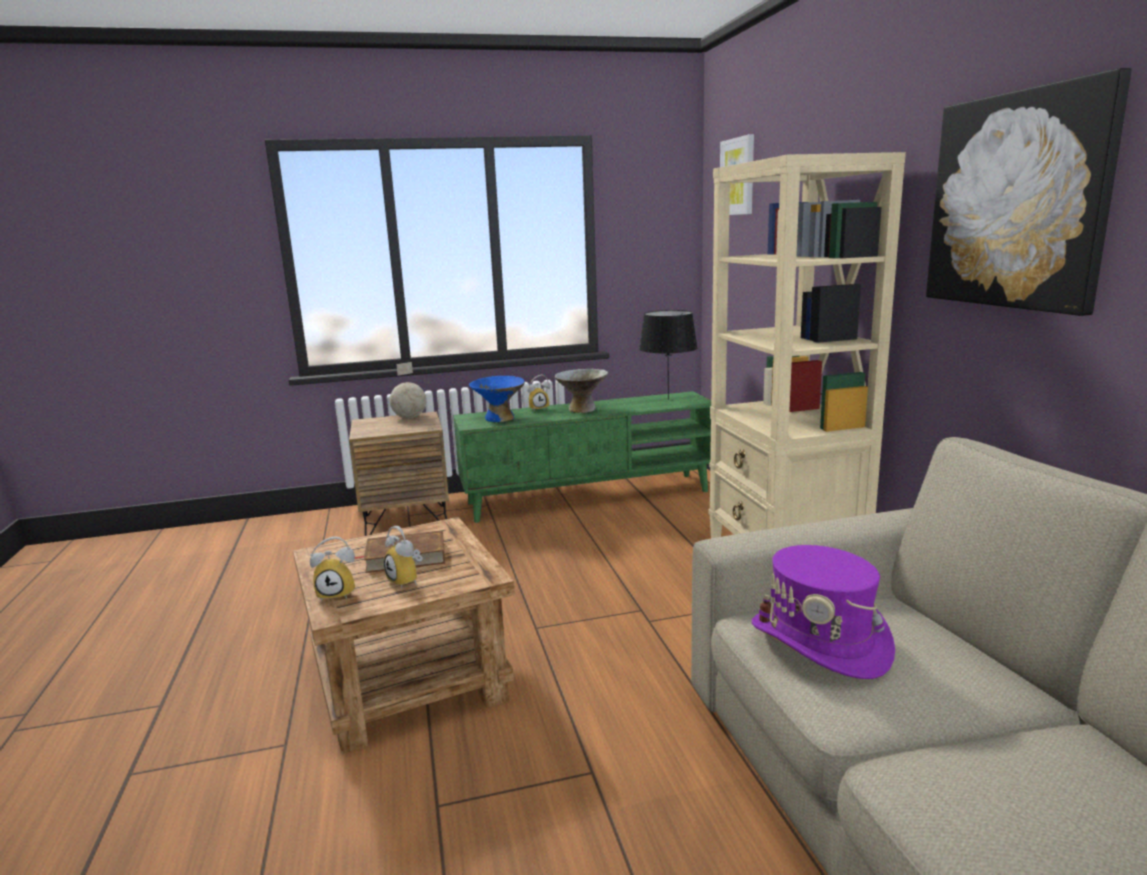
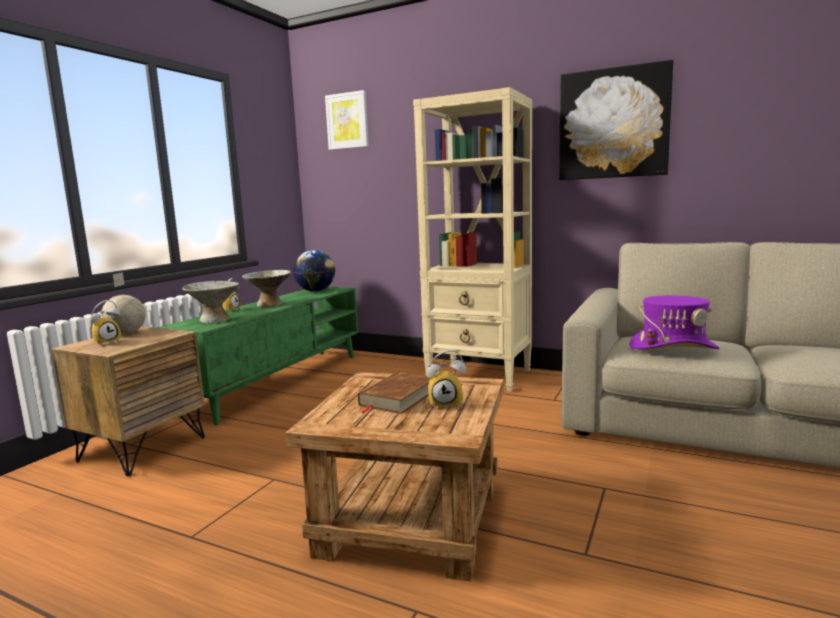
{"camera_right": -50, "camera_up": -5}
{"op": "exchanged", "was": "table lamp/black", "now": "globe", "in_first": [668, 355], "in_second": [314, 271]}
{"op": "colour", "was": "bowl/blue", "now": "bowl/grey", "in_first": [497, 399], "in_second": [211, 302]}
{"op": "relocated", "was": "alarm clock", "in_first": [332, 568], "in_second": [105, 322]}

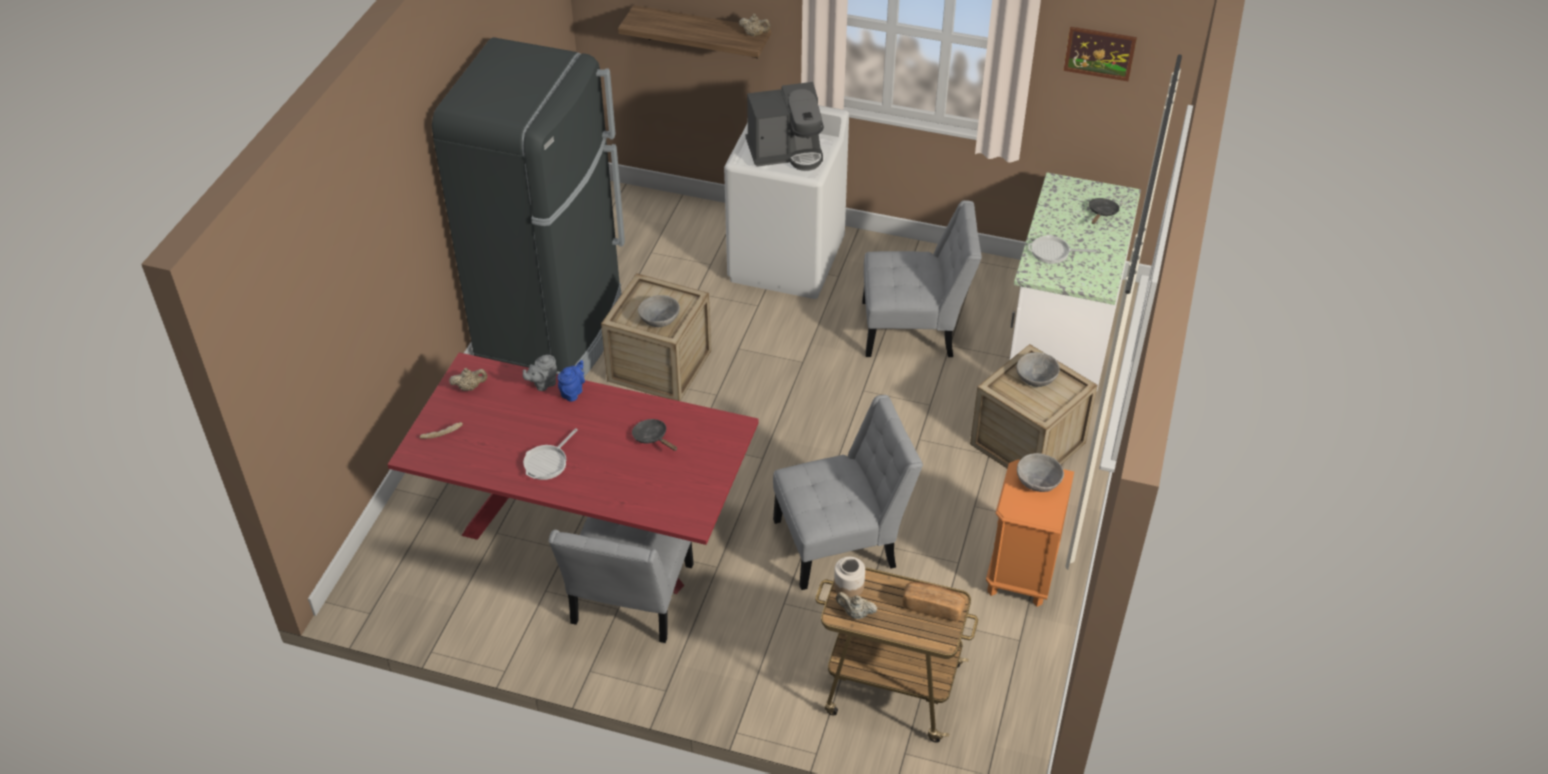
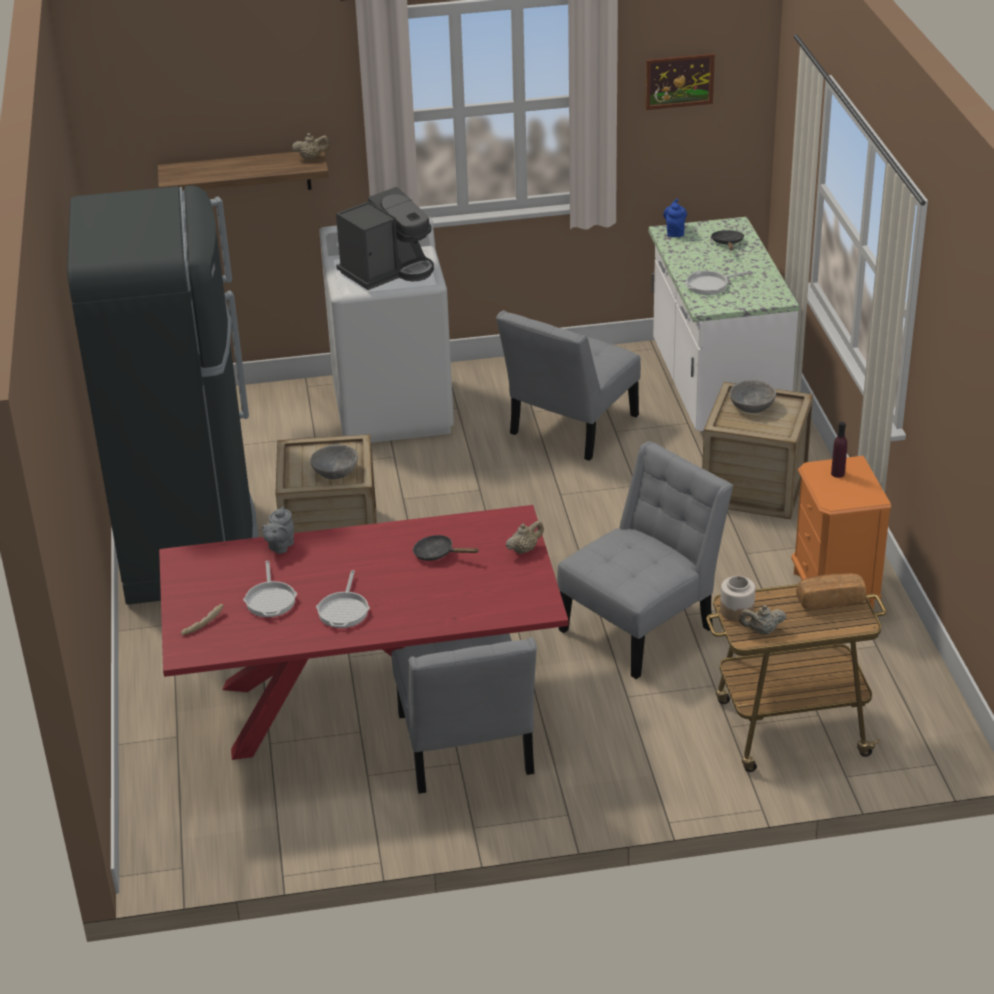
{"camera_right": -25, "camera_up": -10}
{"op": "spun", "was": "chair/grey", "in_first": [922, 278], "in_second": [568, 385], "clockwise": 150}
{"op": "relocated", "was": "teapot/blue", "in_first": [571, 381], "in_second": [675, 218]}
{"op": "relocated", "was": "teapot/beige", "in_first": [468, 379], "in_second": [525, 537]}
{"op": "exchanged", "was": "bowl/grey", "now": "bottle/purple", "in_first": [1040, 472], "in_second": [839, 450]}
{"op": "appeared", "now": "frying pan", "in_second": [270, 589]}

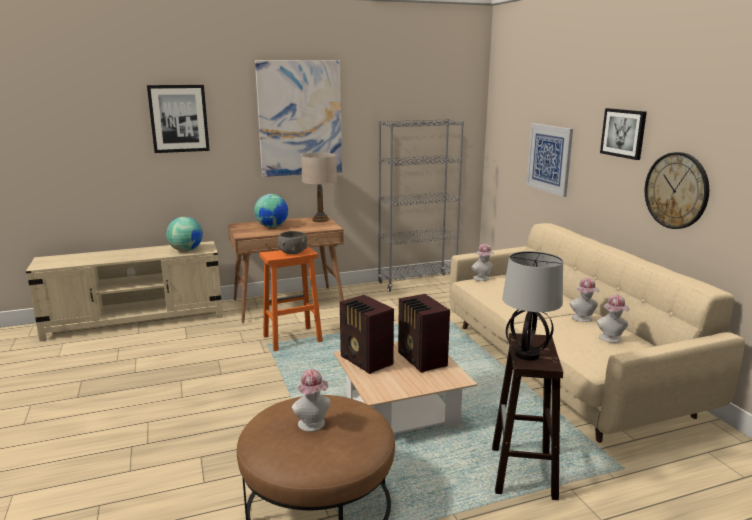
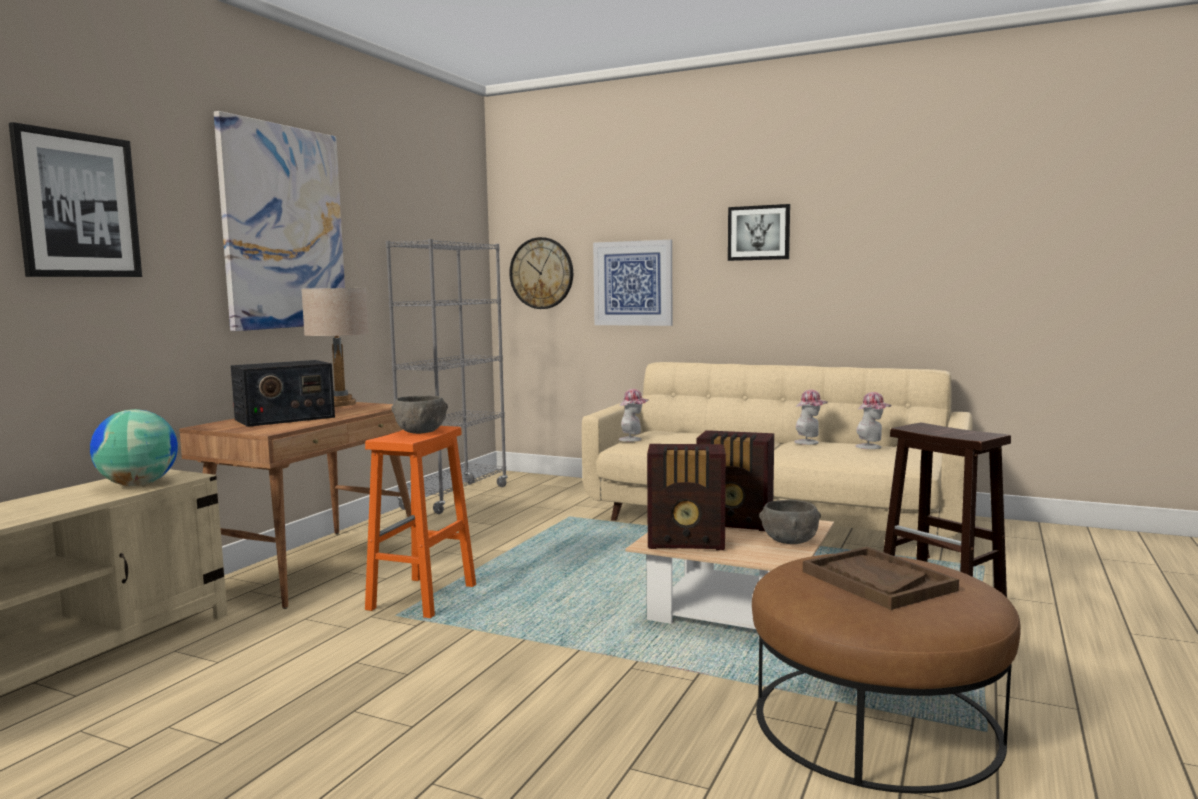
{"camera_right": -45, "camera_up": -10}
{"op": "relocated", "was": "wall clock", "in_first": [677, 190], "in_second": [541, 273]}
{"op": "exchanged", "was": "globe", "now": "radio", "in_first": [271, 210], "in_second": [283, 393]}
{"op": "missing", "was": "table lamp", "in_first": [532, 306]}
{"op": "exchanged", "was": "hat", "now": "tray/brown", "in_first": [311, 400], "in_second": [881, 578]}
{"op": "appeared", "now": "bowl/grey", "in_second": [790, 522]}

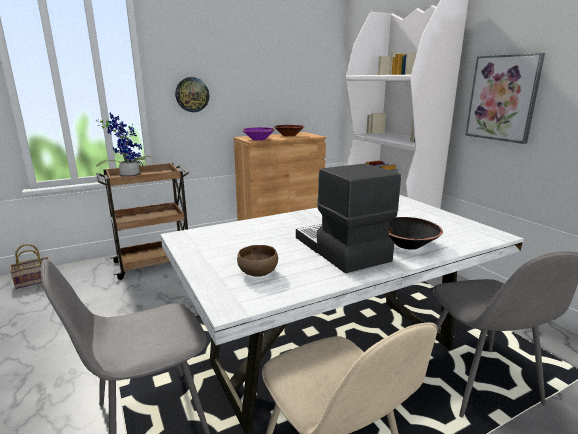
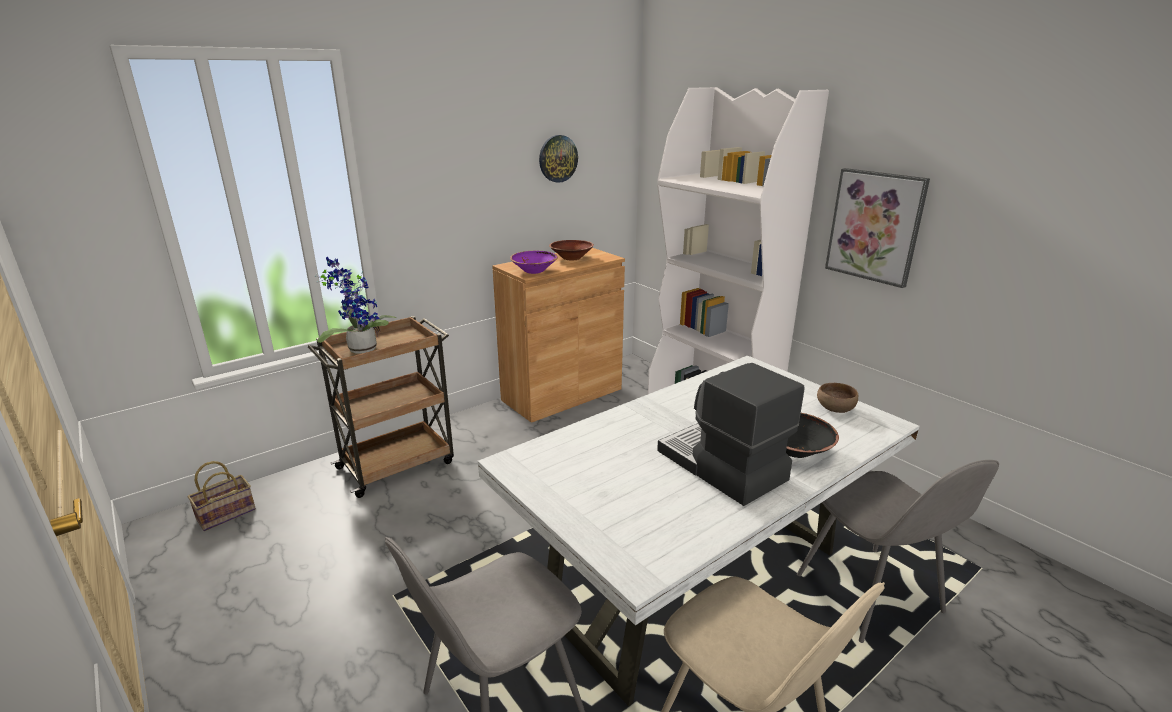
{"camera_right": -10, "camera_up": 5}
{"op": "relocated", "was": "wall clock", "in_first": [192, 94], "in_second": [558, 159]}
{"op": "relocated", "was": "bowl/brown", "in_first": [257, 261], "in_second": [837, 398]}

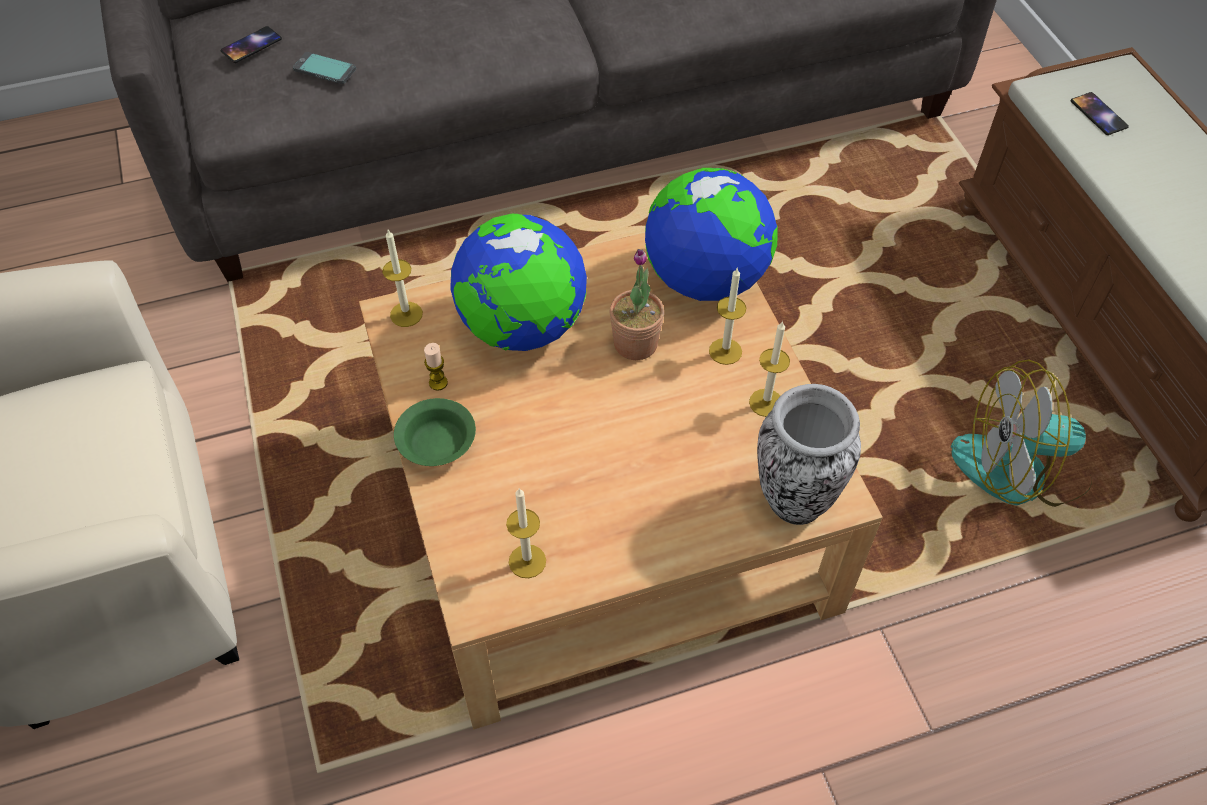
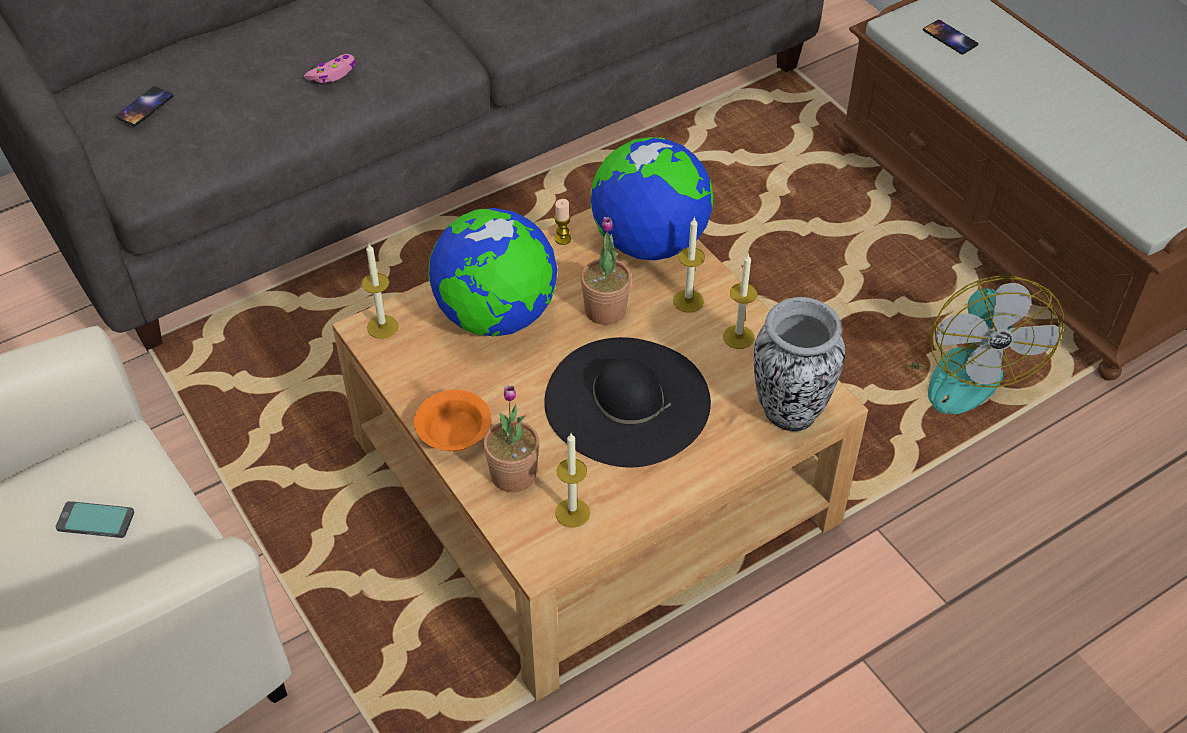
{"camera_right": -15, "camera_up": -5}
{"op": "relocated", "was": "phone", "in_first": [324, 68], "in_second": [95, 519]}
{"op": "relocated", "was": "candle", "in_first": [436, 367], "in_second": [562, 222]}
{"op": "spun", "was": "fan", "in_first": [1021, 433], "in_second": [986, 345], "clockwise": -75}
{"op": "colour", "was": "bowl/green", "now": "bowl/orange", "in_first": [435, 432], "in_second": [452, 420]}
{"op": "appeared", "now": "game controller/pink", "in_second": [330, 68]}
{"op": "appeared", "now": "hat/black", "in_second": [627, 402]}
{"op": "appeared", "now": "potted plant", "in_second": [511, 439]}

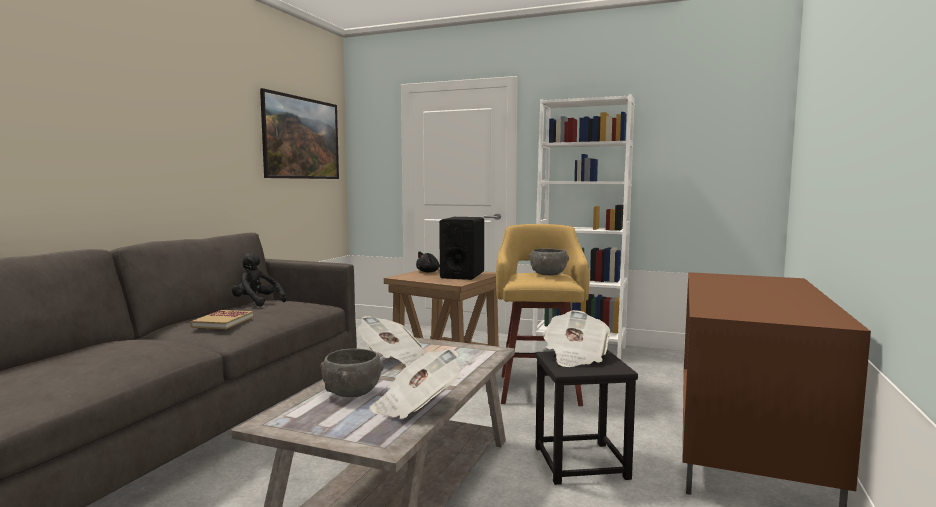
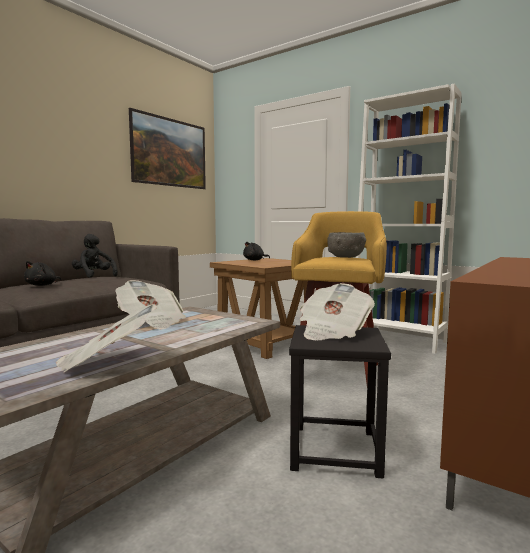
{"camera_right": 15, "camera_up": 0}
{"op": "missing", "was": "speaker/black", "in_first": [461, 248]}
{"op": "exchanged", "was": "book", "now": "plush toy/black", "in_first": [222, 319], "in_second": [42, 273]}
{"op": "missing", "was": "bowl/grey", "in_first": [352, 373]}

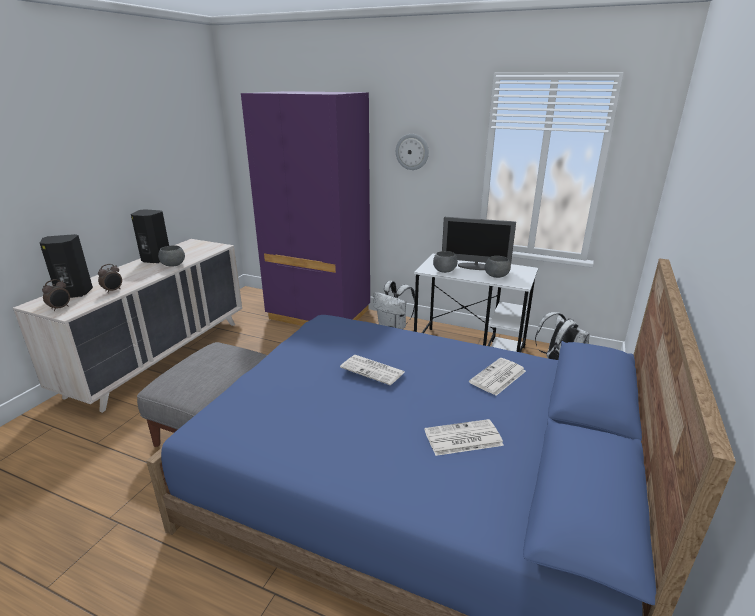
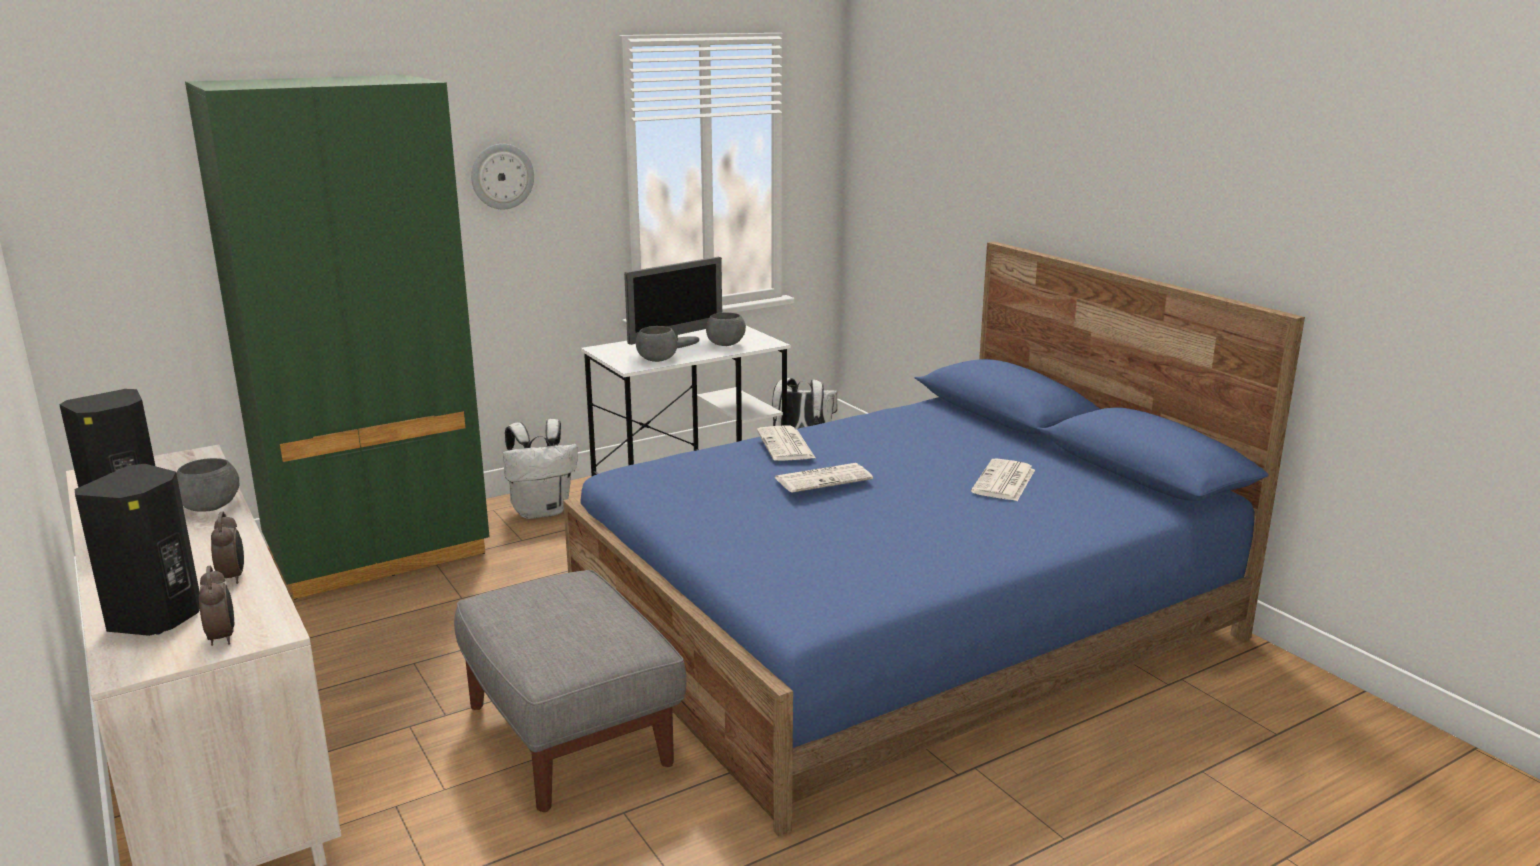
{"camera_right": -55, "camera_up": -5}
{"op": "colour", "was": "wardrobe/purple", "now": "wardrobe/green", "in_first": [305, 208], "in_second": [337, 337]}
{"op": "relocated", "was": "newspaper", "in_first": [497, 377], "in_second": [786, 443]}

